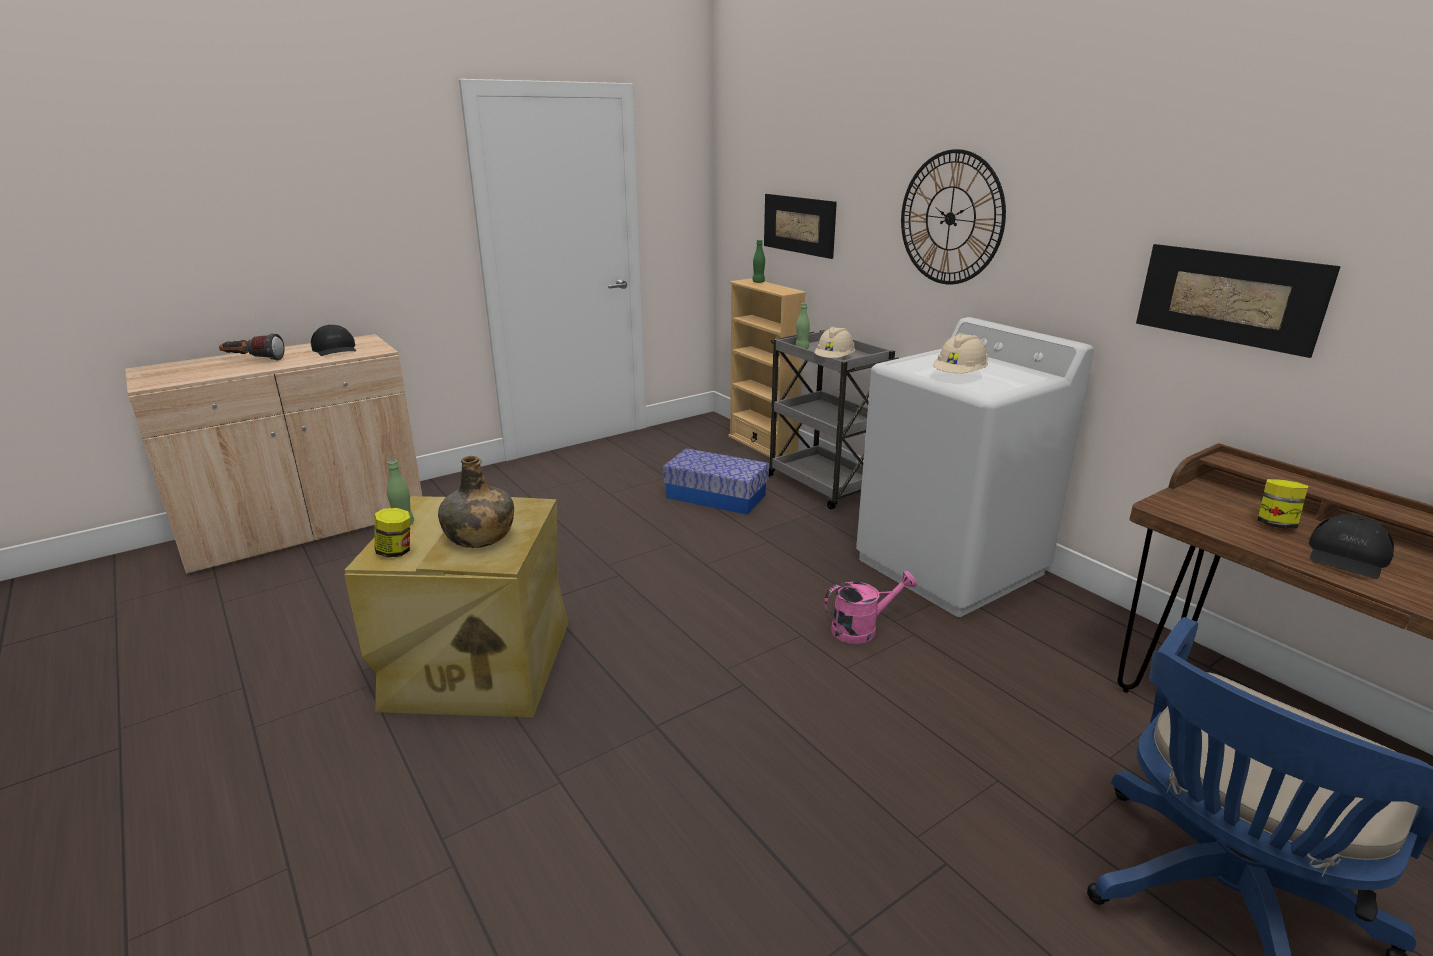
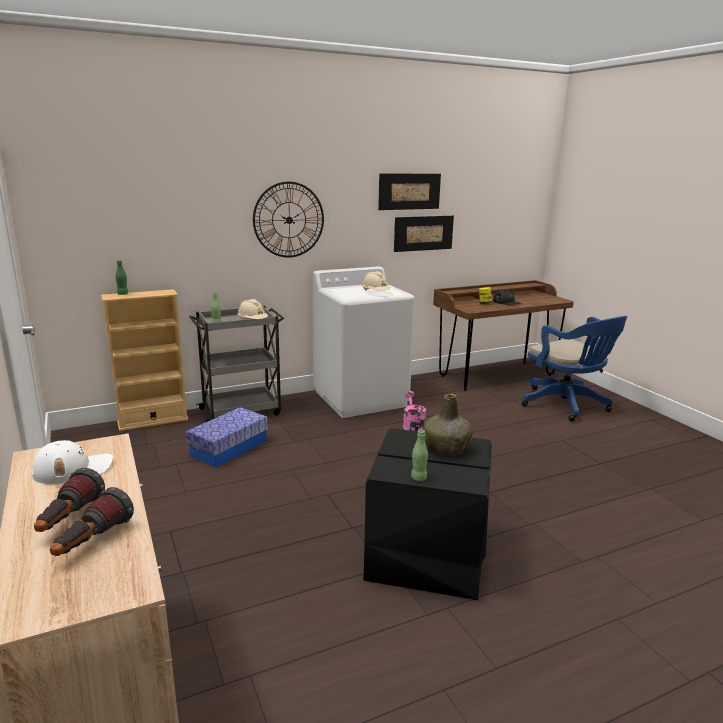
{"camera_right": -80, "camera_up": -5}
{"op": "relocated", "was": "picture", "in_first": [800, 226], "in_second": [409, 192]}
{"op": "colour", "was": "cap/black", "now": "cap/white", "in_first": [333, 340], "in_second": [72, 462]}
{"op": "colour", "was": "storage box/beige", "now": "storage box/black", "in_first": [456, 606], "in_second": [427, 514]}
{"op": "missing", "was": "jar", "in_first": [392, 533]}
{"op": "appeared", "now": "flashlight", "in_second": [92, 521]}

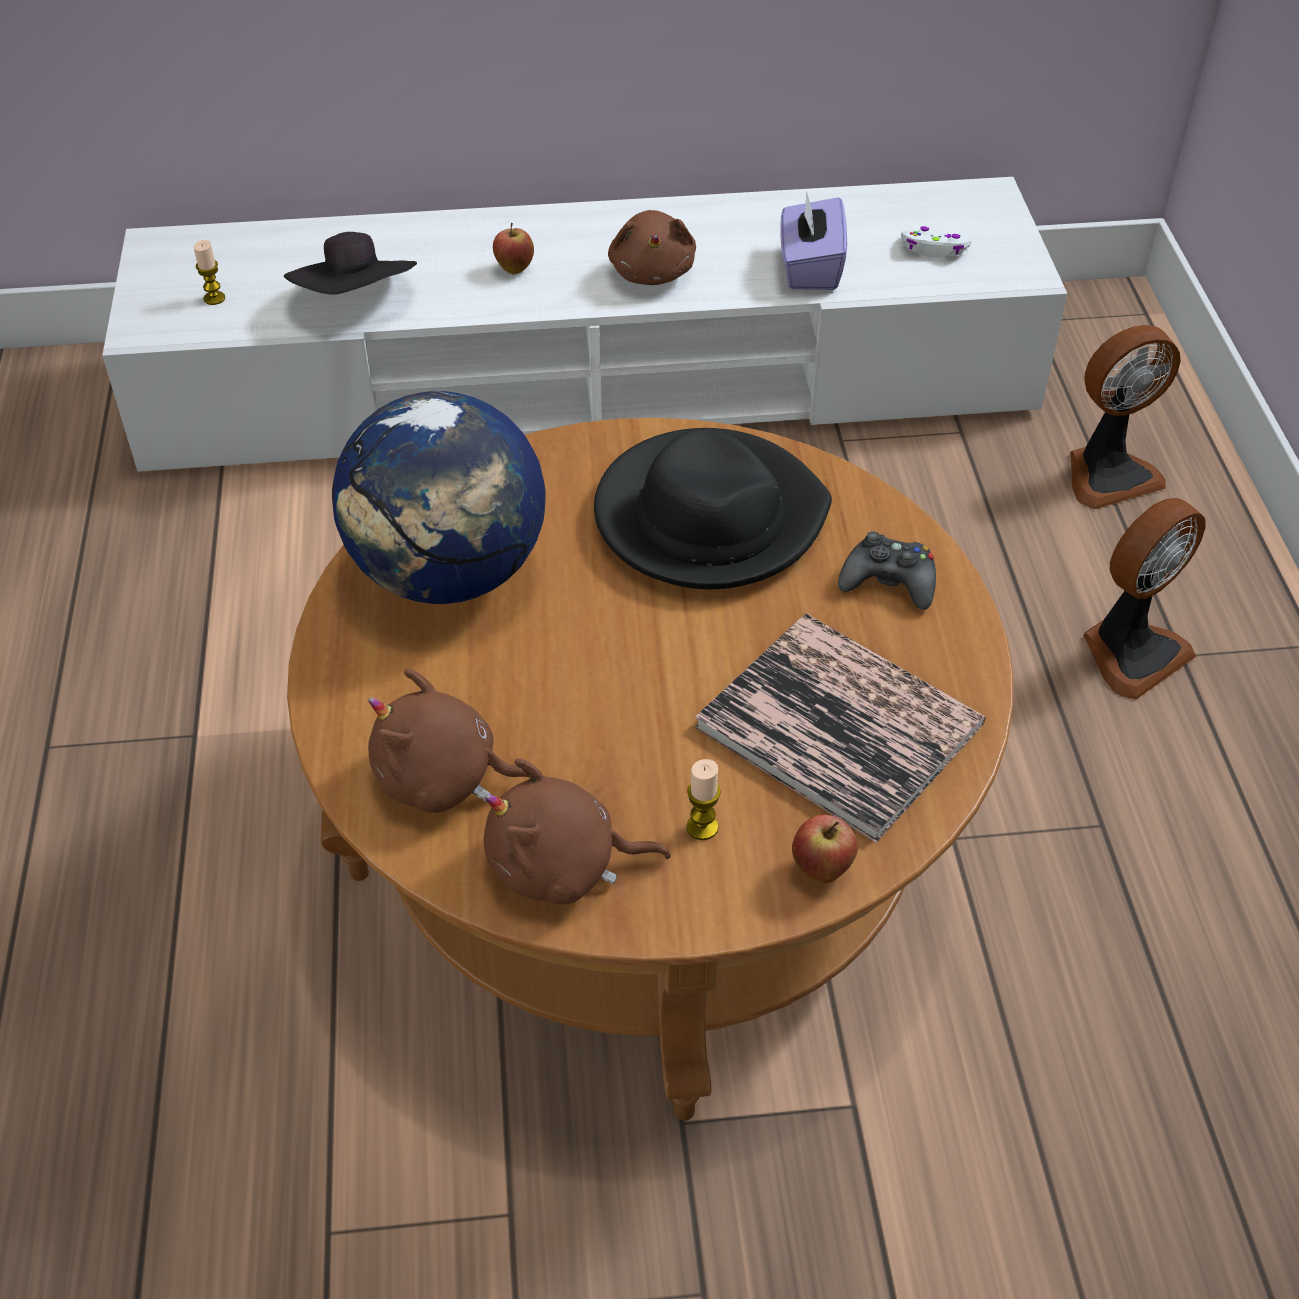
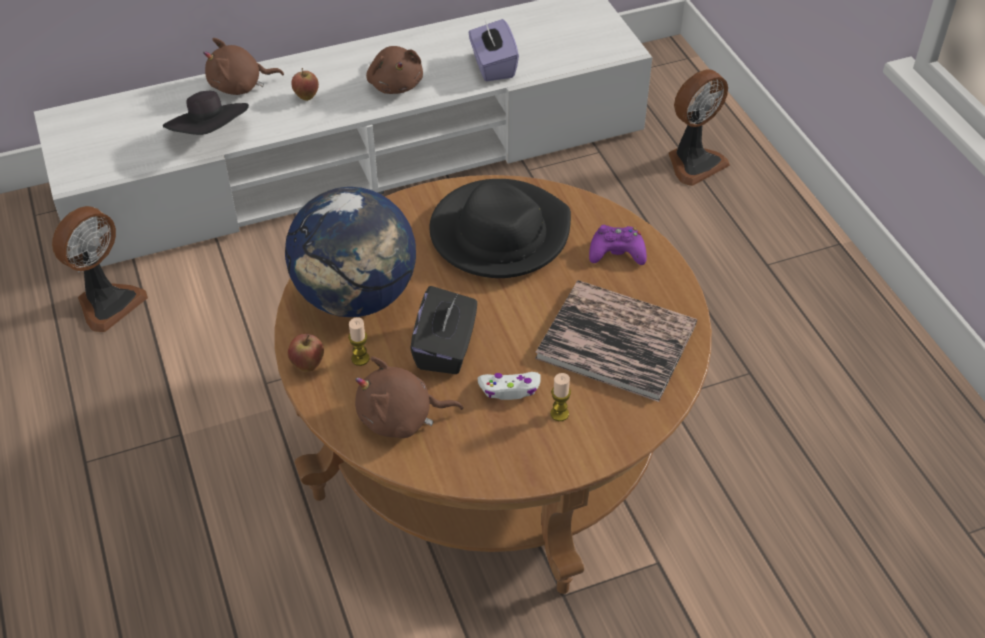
{"camera_right": -15, "camera_up": 0}
{"op": "relocated", "was": "game controller/white", "in_first": [936, 242], "in_second": [509, 386]}
{"op": "relocated", "was": "candle", "in_first": [209, 272], "in_second": [359, 341]}
{"op": "relocated", "was": "fan", "in_first": [1144, 599], "in_second": [100, 269]}
{"op": "colour", "was": "game controller/black", "now": "game controller/purple", "in_first": [887, 570], "in_second": [618, 245]}
{"op": "relocated", "was": "plush toy/brown", "in_first": [577, 831], "in_second": [243, 66]}
{"op": "relocated", "was": "apple", "in_first": [825, 848], "in_second": [306, 353]}
{"op": "appeared", "now": "tissue box/black", "in_second": [443, 330]}

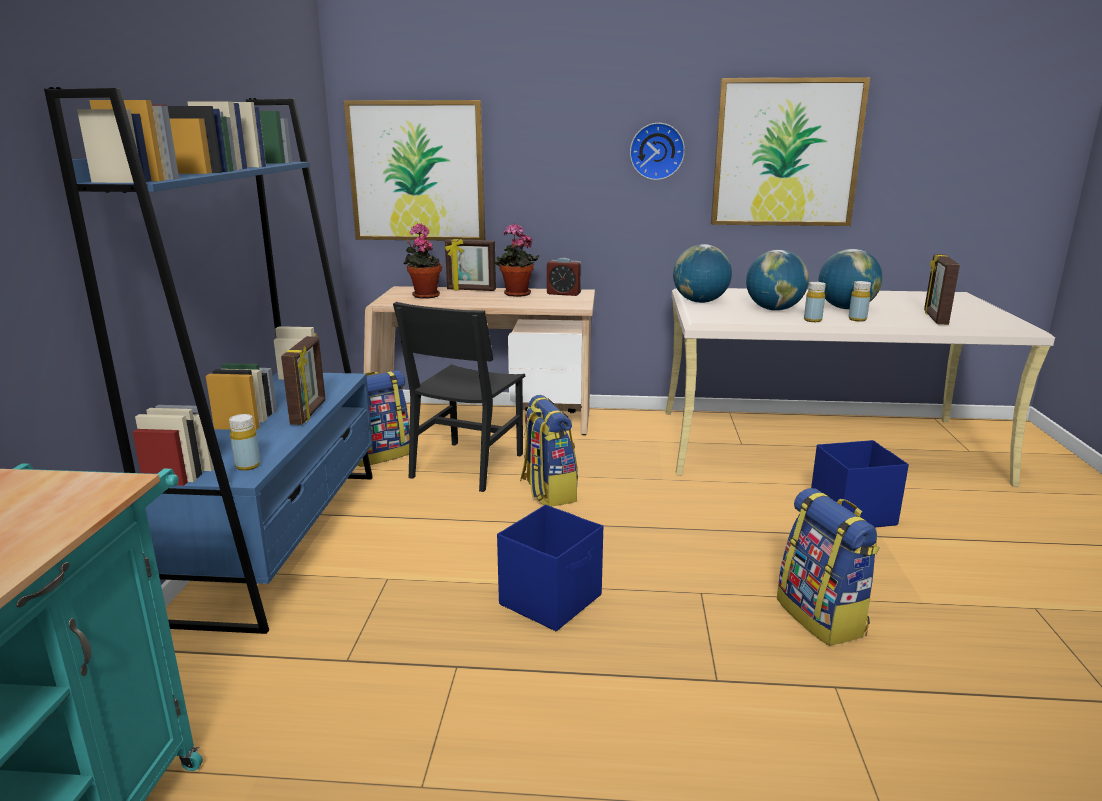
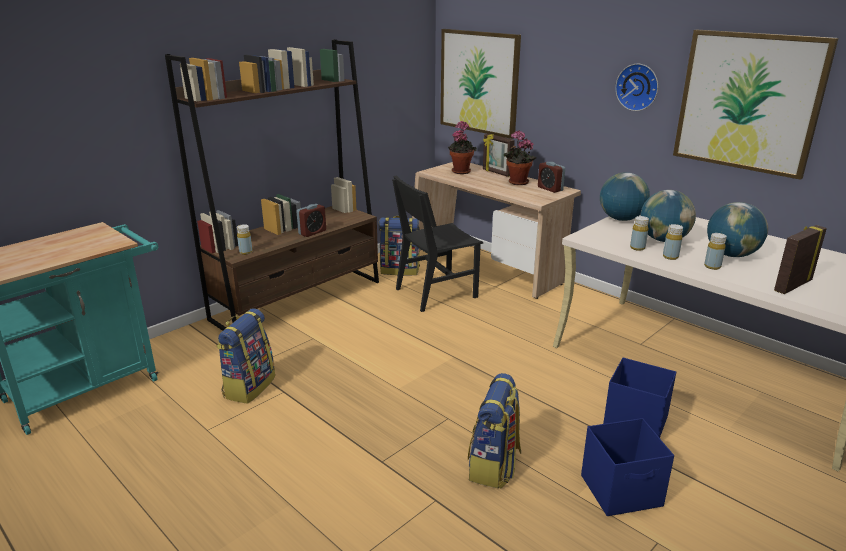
{"camera_right": 40, "camera_up": 5}
{"op": "colour", "was": "bookcase/blue", "now": "bookcase/brown", "in_first": [208, 360], "in_second": [272, 185]}
{"op": "exchanged", "was": "picture frame", "now": "alarm clock", "in_first": [303, 380], "in_second": [311, 220]}
{"op": "relocated", "was": "backpack", "in_first": [549, 451], "in_second": [245, 356]}
{"op": "relocated", "was": "storage box/blue", "in_first": [550, 568], "in_second": [627, 467]}
{"op": "appeared", "now": "bottle/yellow", "in_second": [639, 233]}

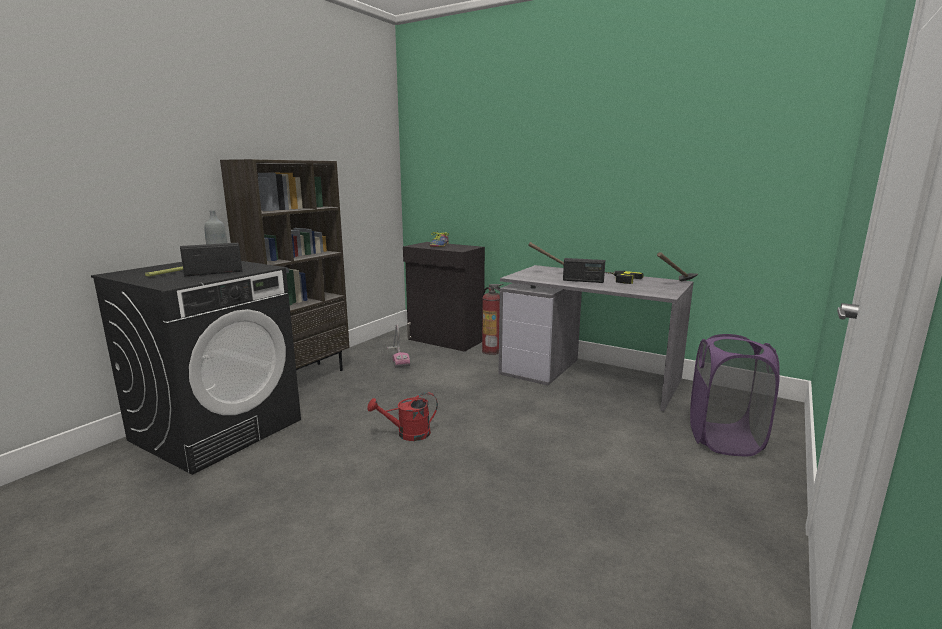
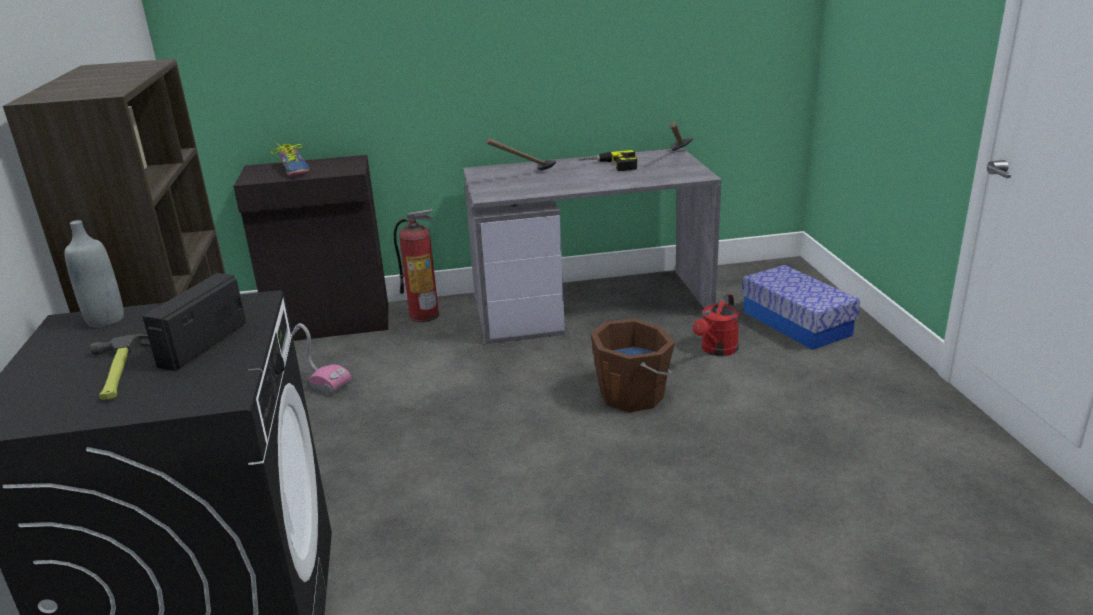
{"camera_right": -40, "camera_up": 10}
{"op": "missing", "was": "radio", "in_first": [584, 270]}
{"op": "exchanged", "was": "laundry basket/purple", "now": "storage box", "in_first": [735, 395], "in_second": [801, 307]}
{"op": "relocated", "was": "watering can/red", "in_first": [402, 416], "in_second": [716, 325]}
{"op": "appeared", "now": "bucket/brown", "in_second": [633, 365]}

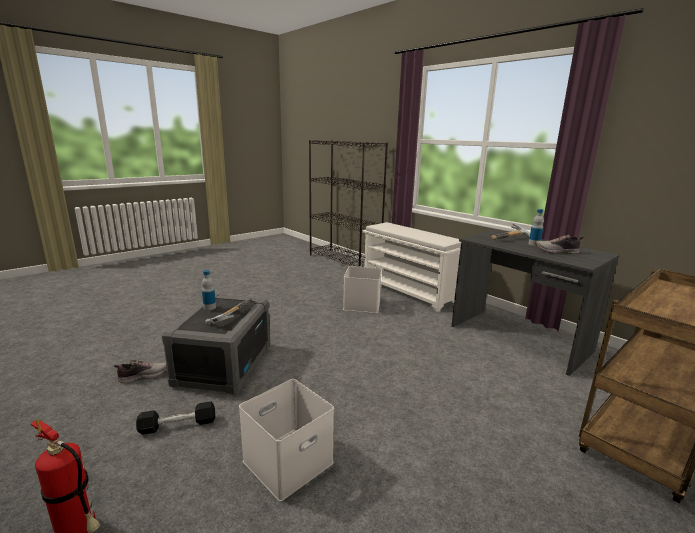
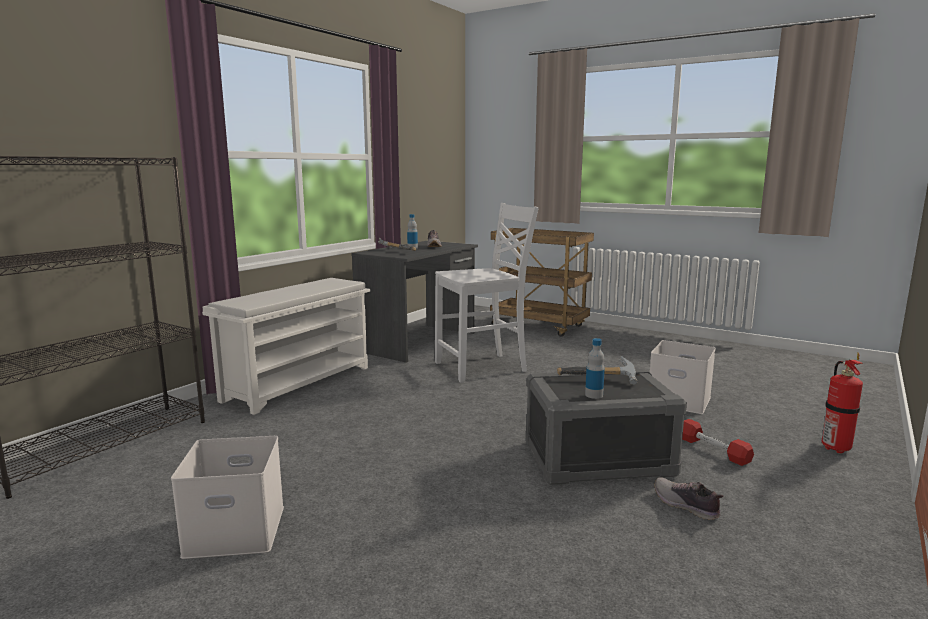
{"camera_right": -105, "camera_up": -5}
{"op": "relocated", "was": "storage box/white", "in_first": [362, 289], "in_second": [227, 497]}
{"op": "colour", "was": "dumbbell/black", "now": "dumbbell/red", "in_first": [175, 418], "in_second": [718, 442]}
{"op": "appeared", "now": "chair/white", "in_second": [487, 293]}

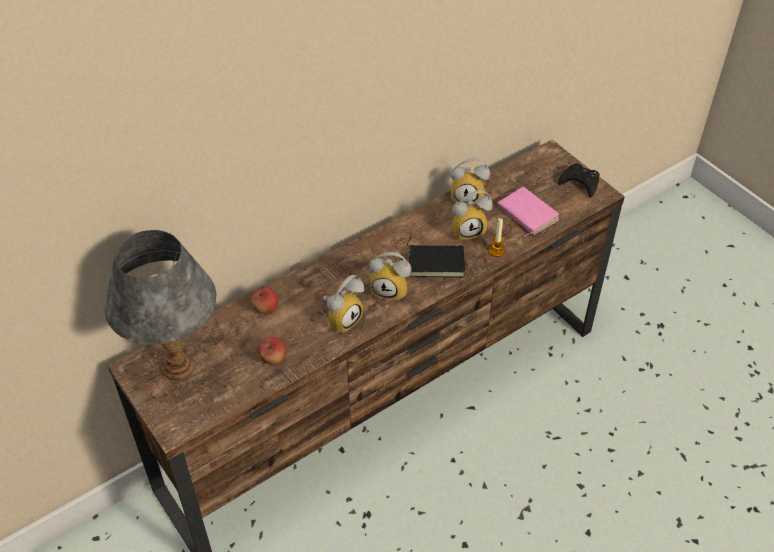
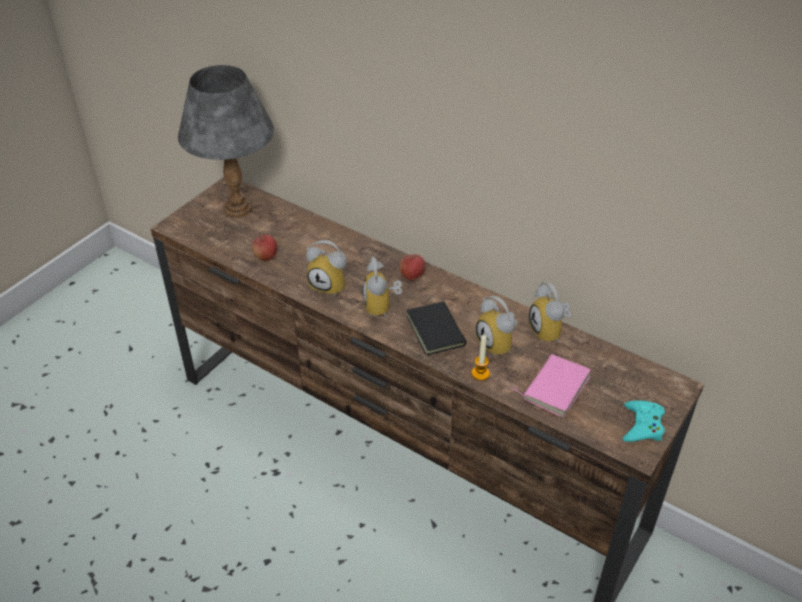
{"camera_right": 70, "camera_up": -5}
{"op": "colour", "was": "game controller/black", "now": "game controller/turquoise", "in_first": [578, 180], "in_second": [644, 421]}
{"op": "relocated", "was": "apple", "in_first": [265, 300], "in_second": [412, 267]}

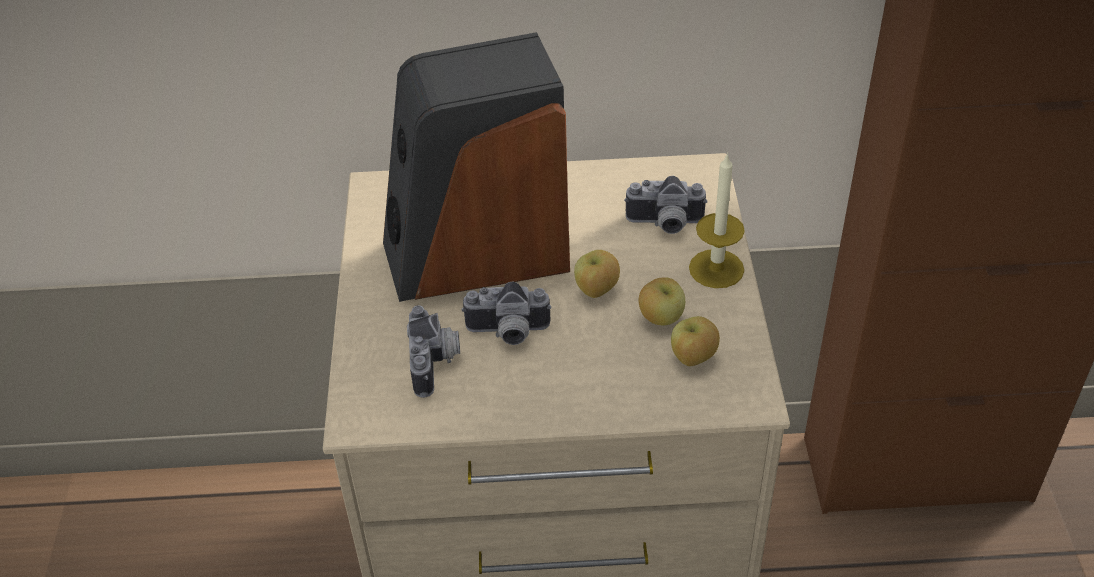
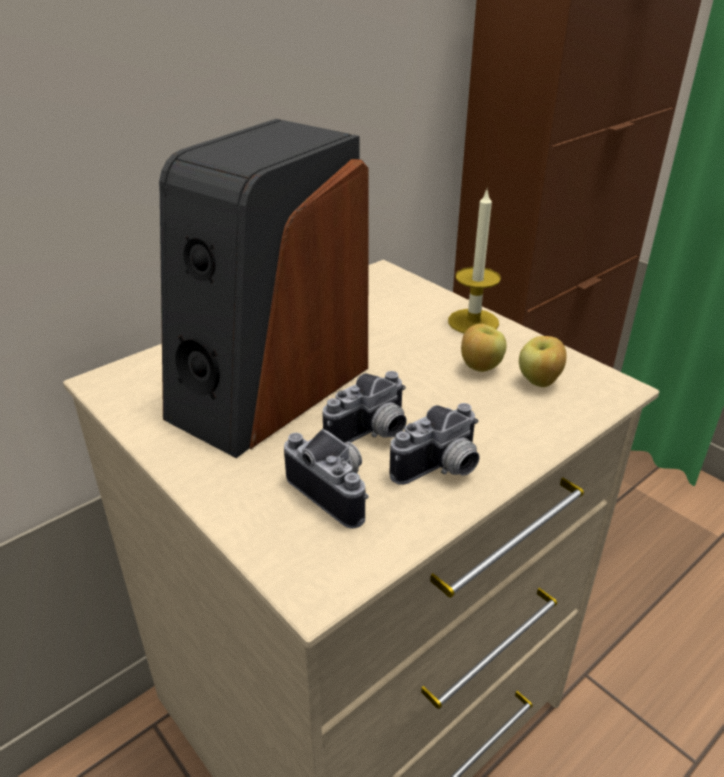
{"camera_right": -40, "camera_up": -10}
{"op": "relocated", "was": "photo camera", "in_first": [666, 205], "in_second": [434, 444]}
{"op": "missing", "was": "apple", "in_first": [597, 274]}

